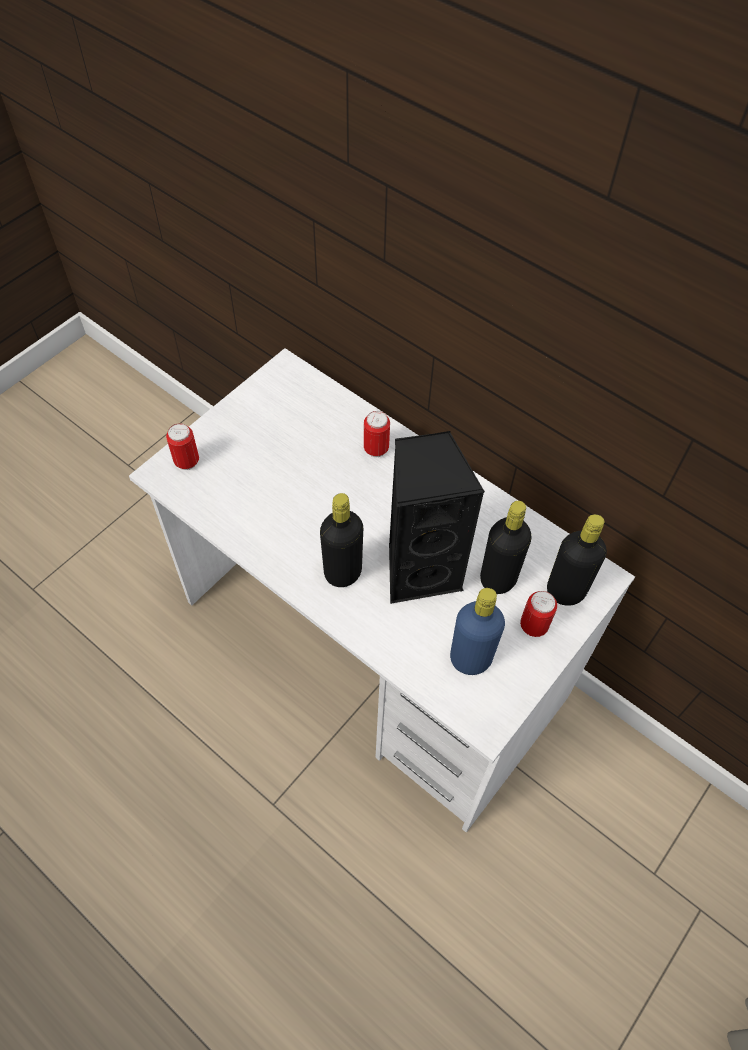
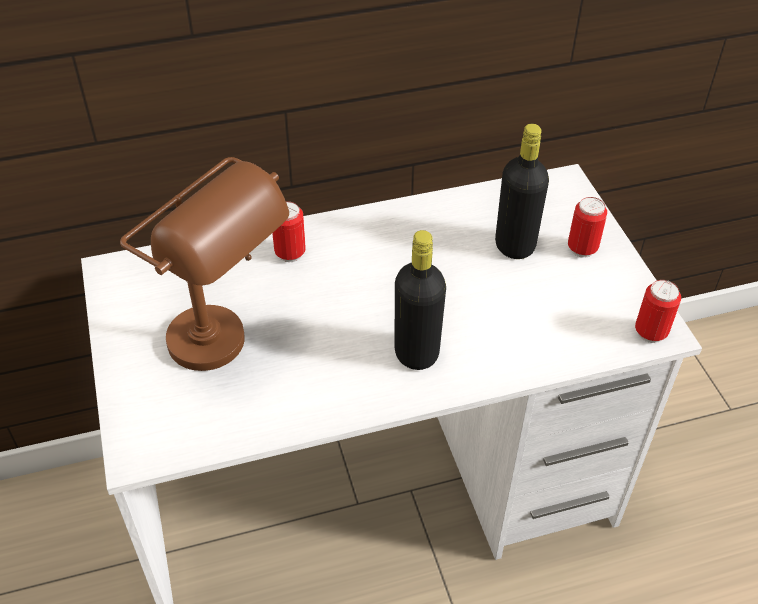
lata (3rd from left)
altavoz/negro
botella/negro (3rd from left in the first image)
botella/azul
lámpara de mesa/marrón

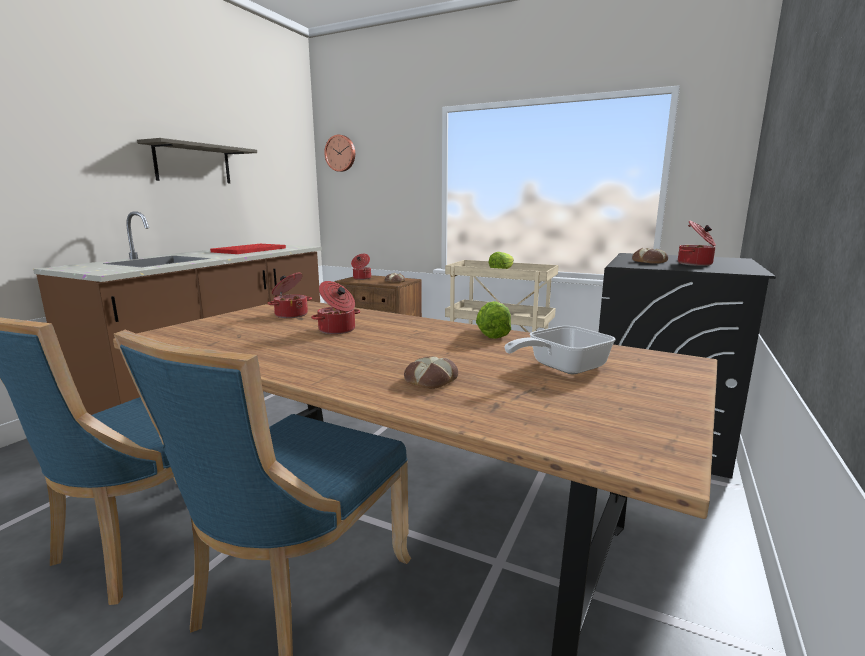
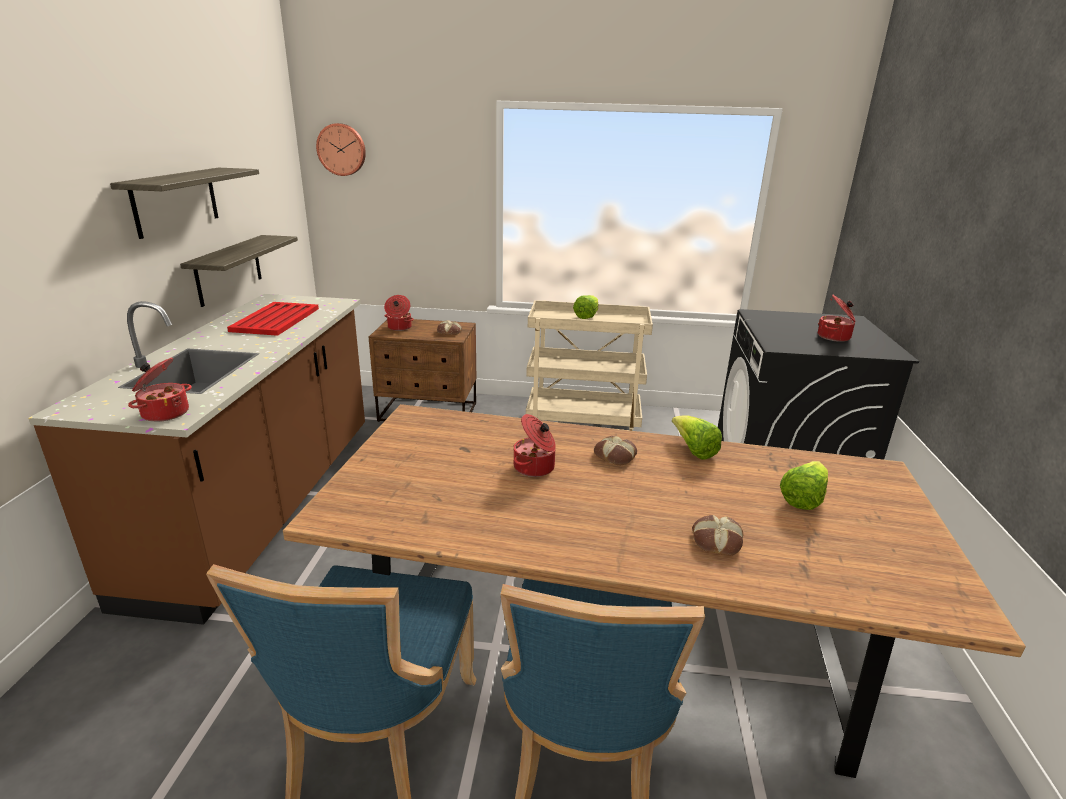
pan (2nd from left)
olla (1st from left)
lechuga (3rd from left)
estante (2nd from left)

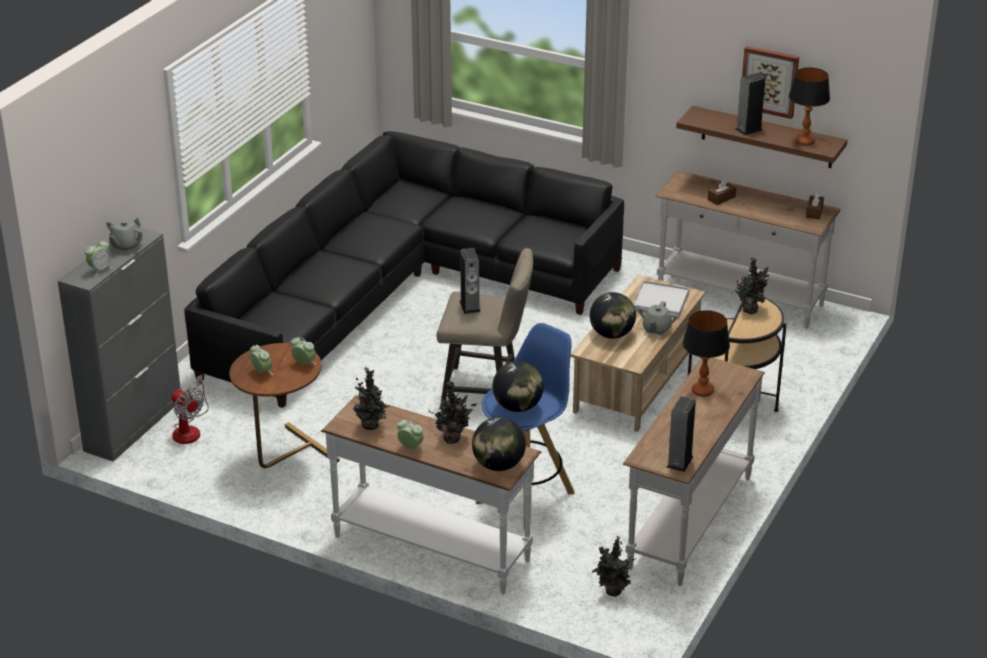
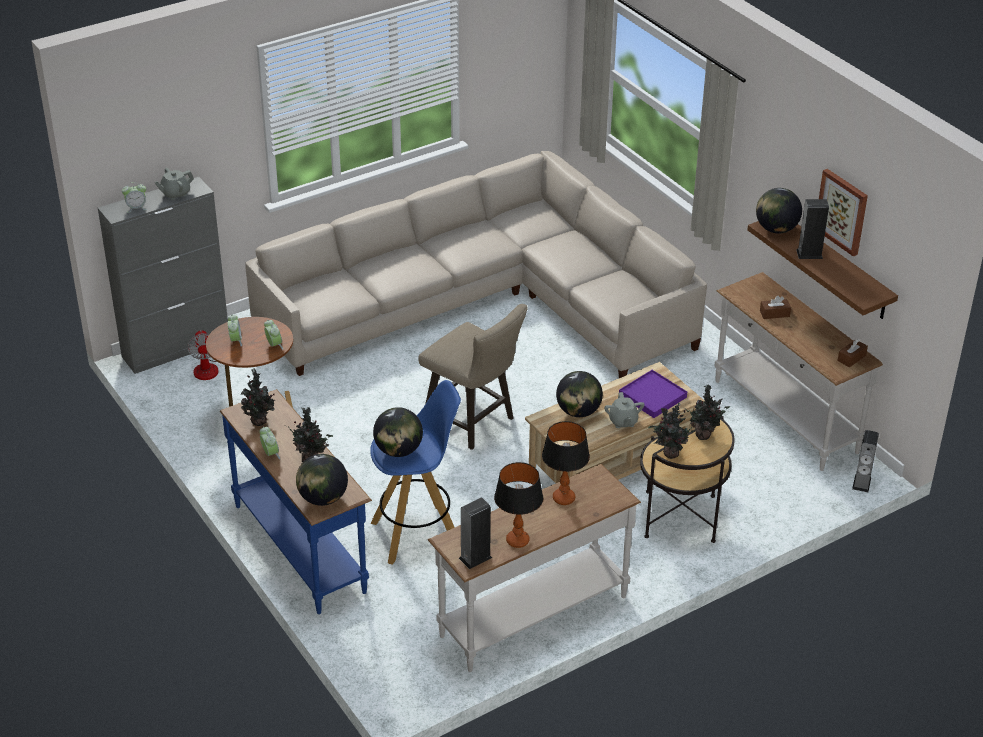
lámpara de mesa (1st from left)
sofá/beis
altavoz (3rd from left)
bandeja/morado
tetera/gris (2nd from left)
mesa consola/azul
planta en maceta (3rd from left)
globo terráqueo (4th from left)

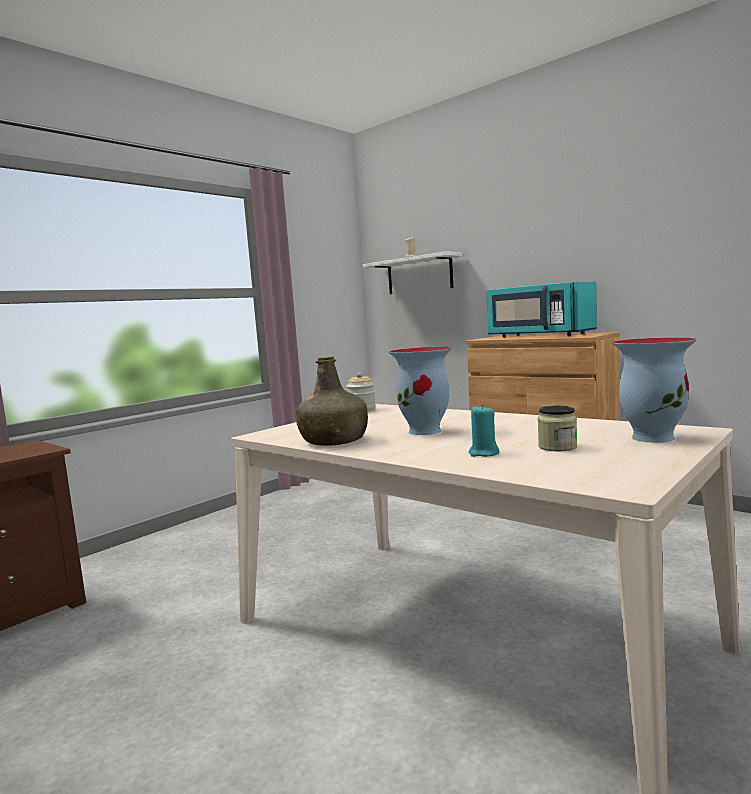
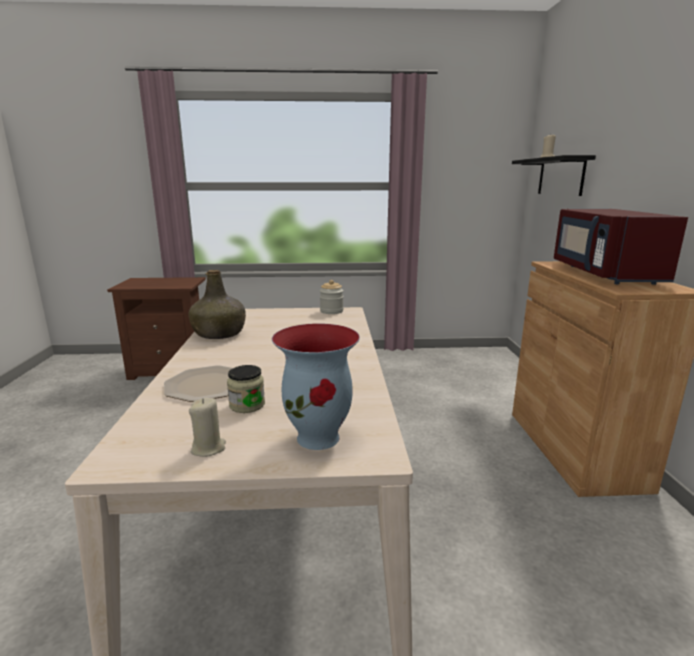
estante/negro
microondas/rojo
florero (1st from left in the first image)
plato
vela/beis (1st from left)

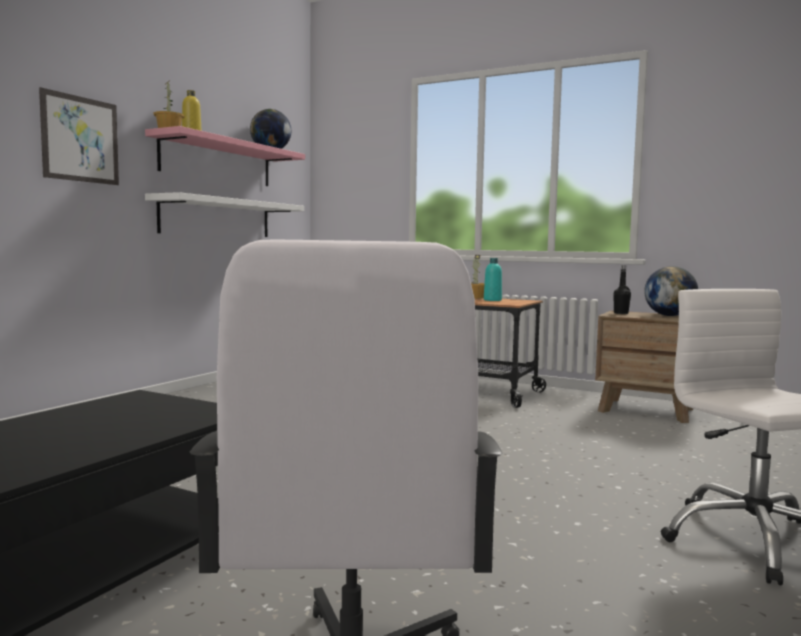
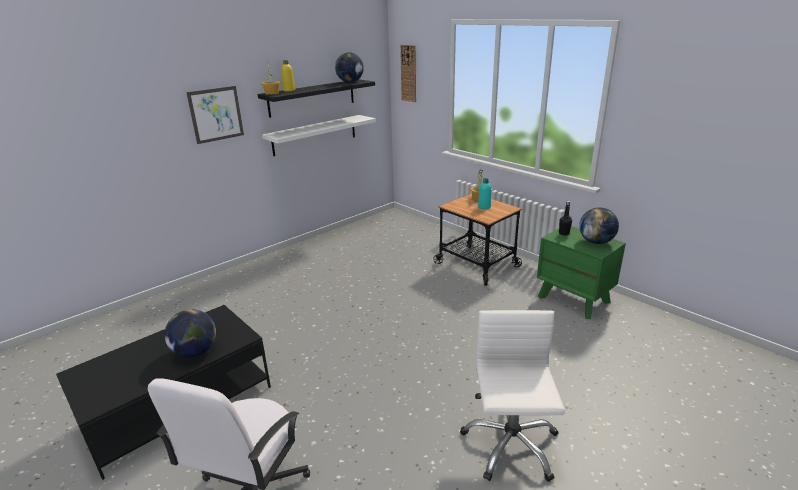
estante/negro
mesita de noche/verde
reloj de pared
globo terráqueo (1st from left)

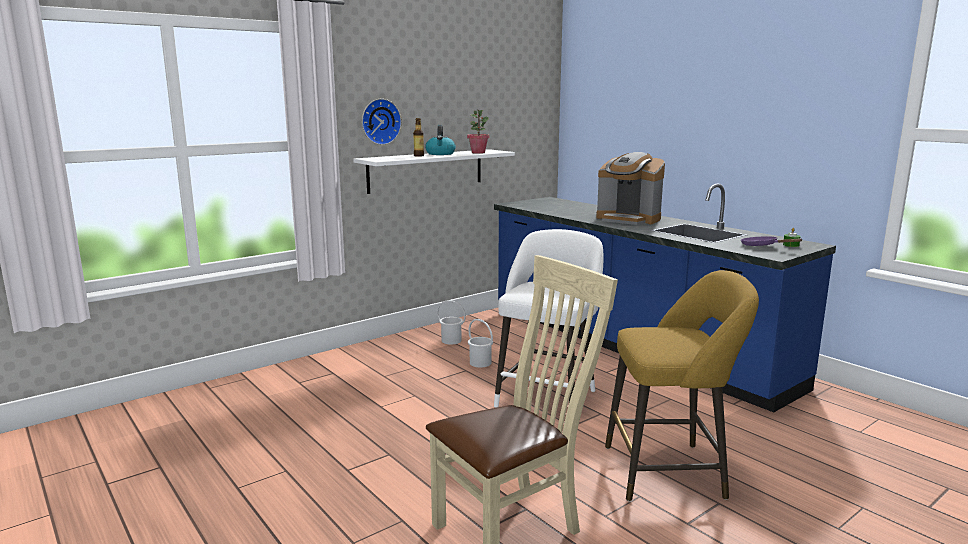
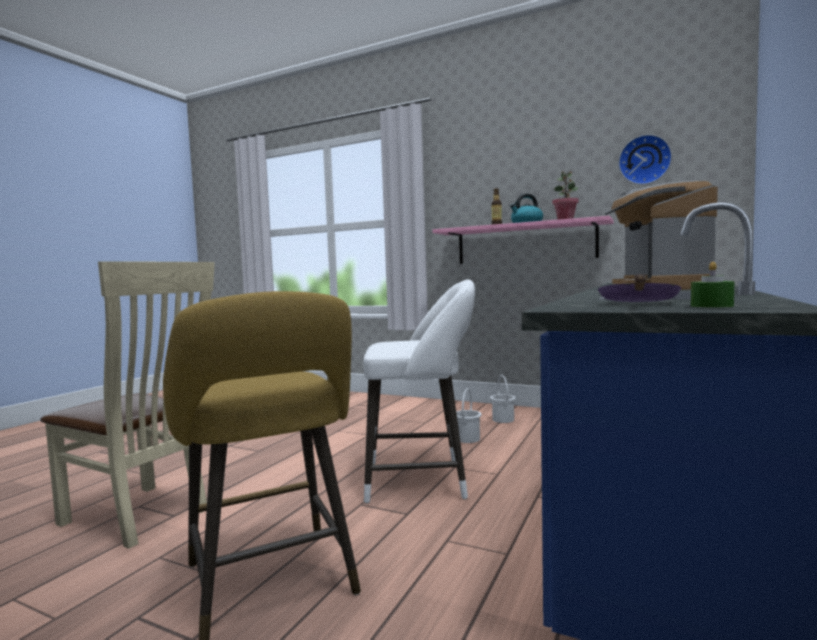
reloj de pared
estante/rosa

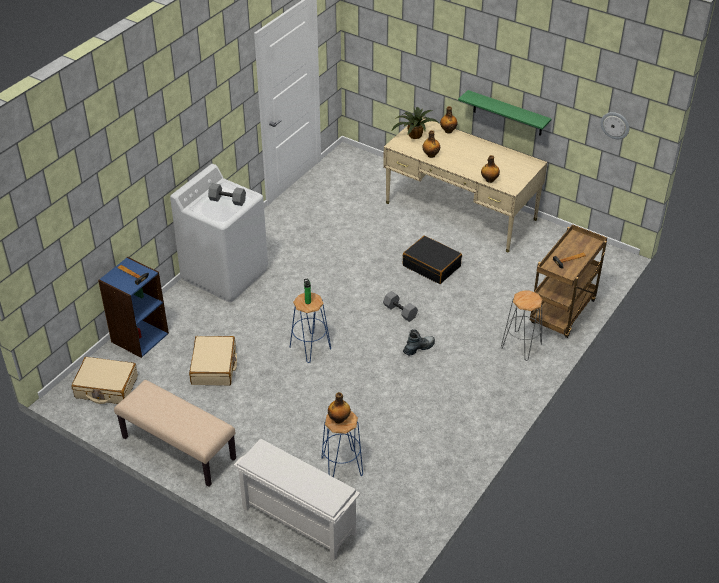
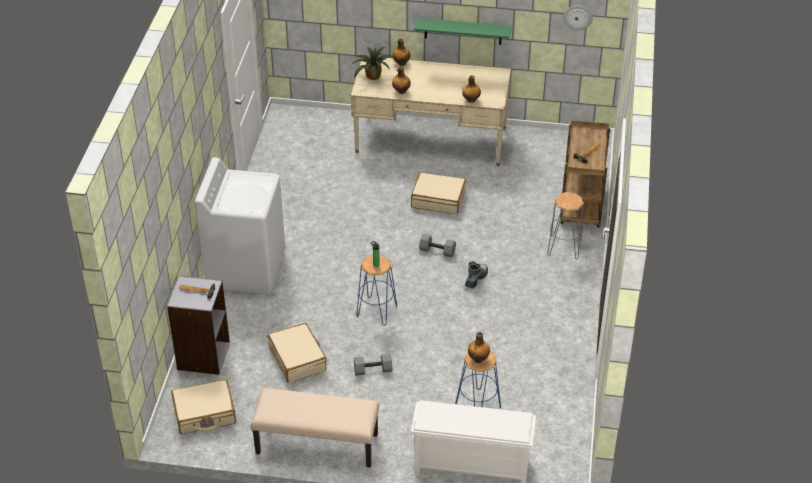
mancuerna/gris (1st from left)
maleta/beis (3rd from left)
estantería/gris

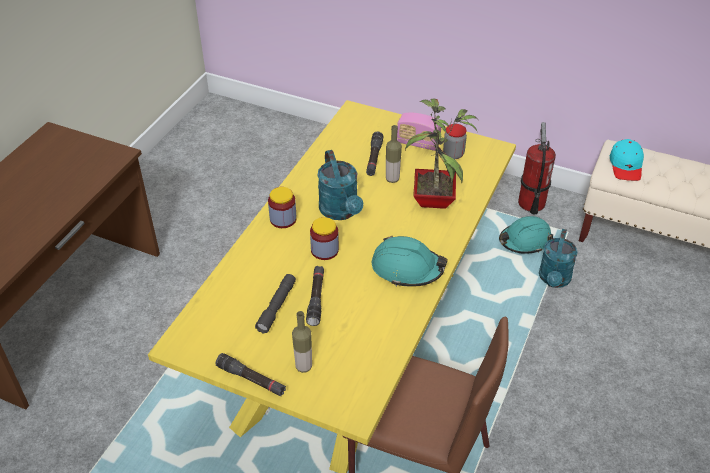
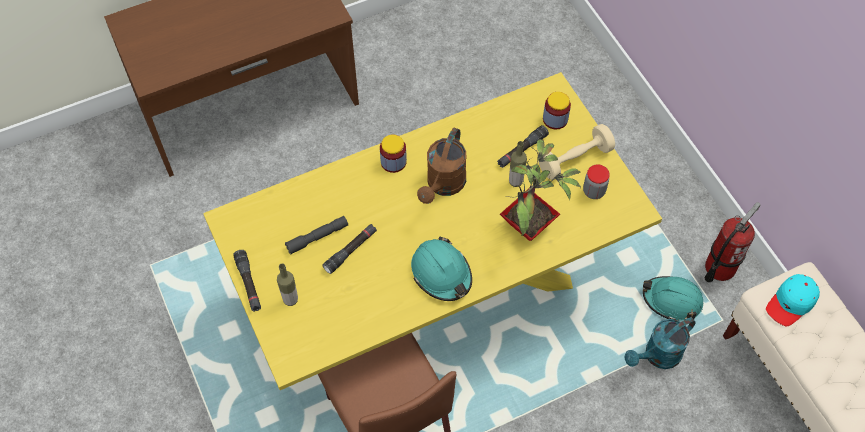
mancuerna/beis
regadera/marrón
tarro (2nd from left)

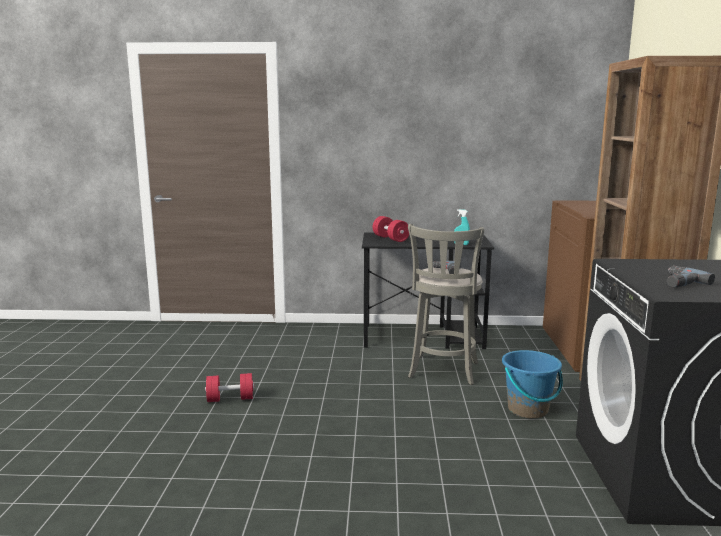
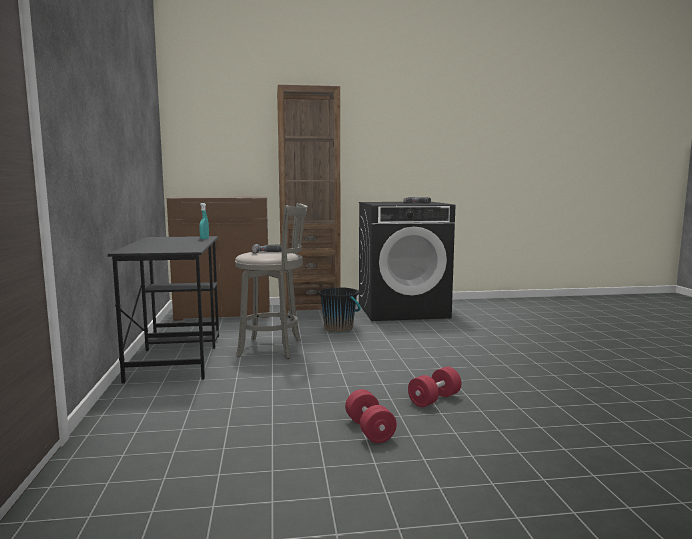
mancuerna/rojo (2nd from left)
cubo/negro

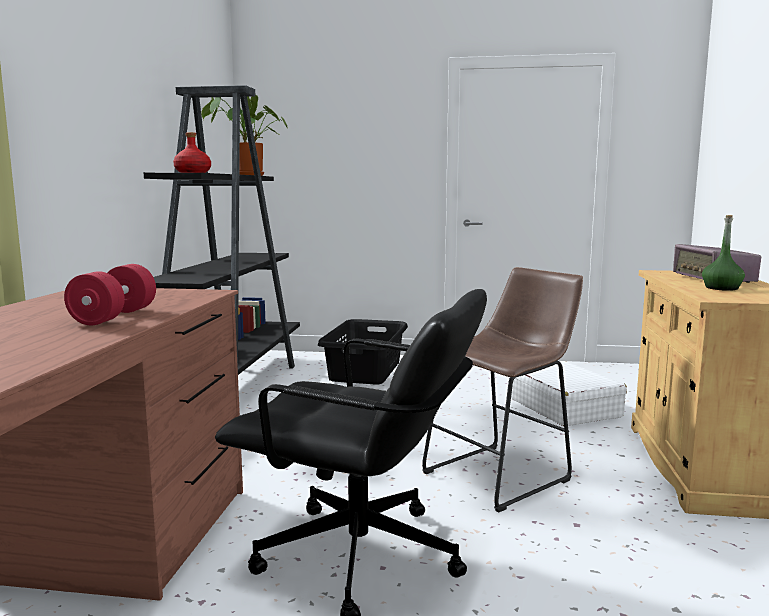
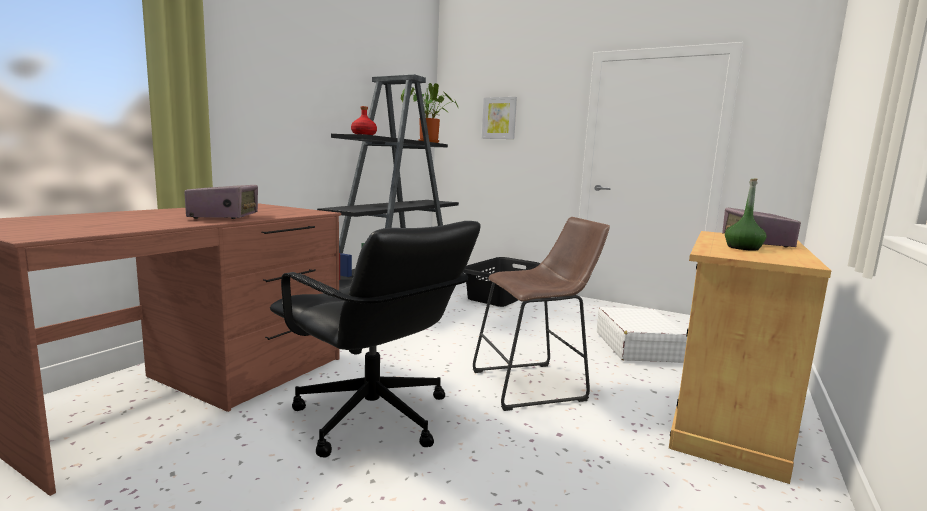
radio (1st from left)
cuadro

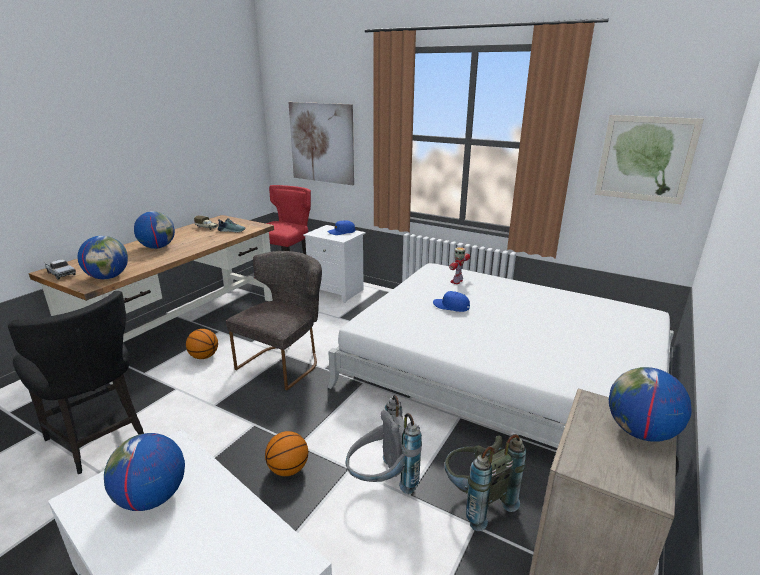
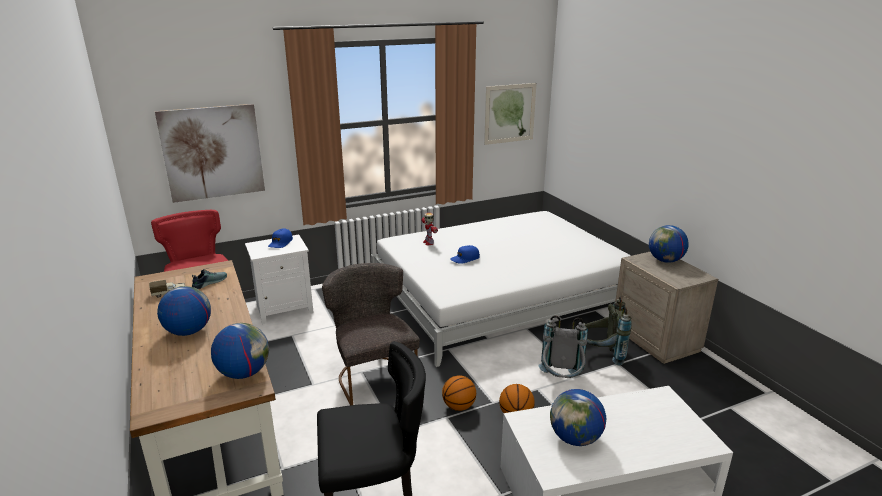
camión de juguete (1st from left in the first image)
balón de baloncesto (1st from left)

